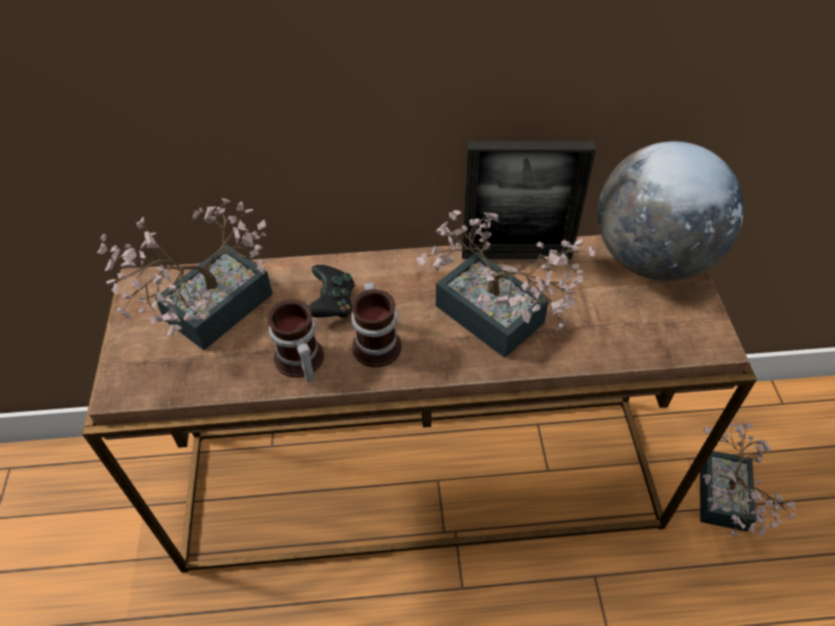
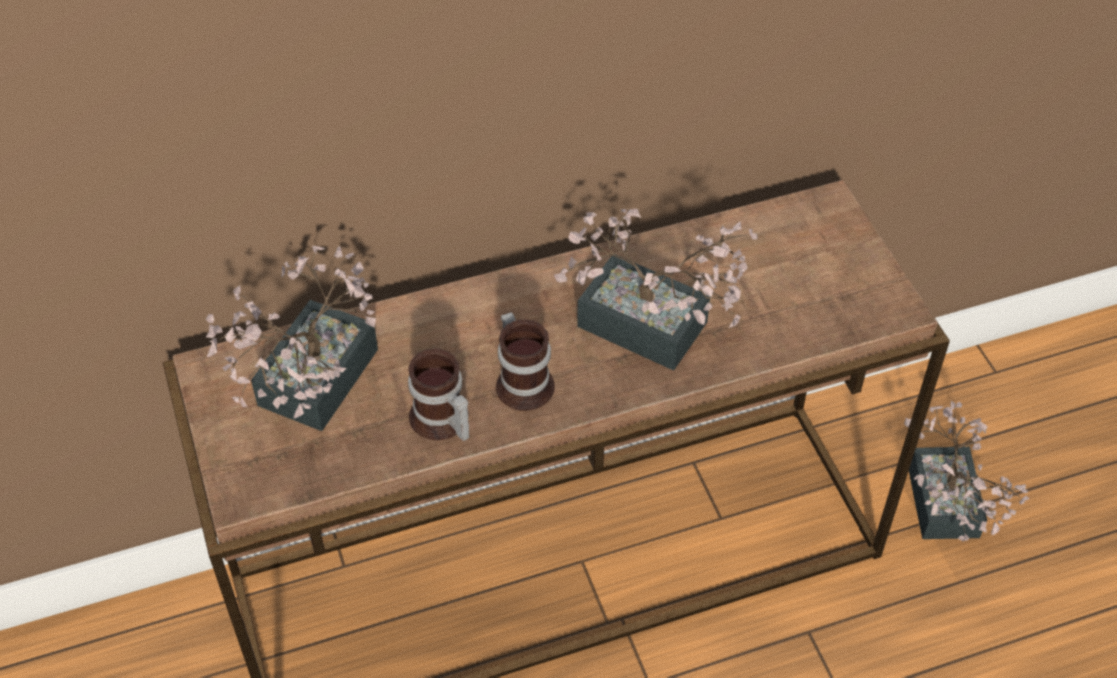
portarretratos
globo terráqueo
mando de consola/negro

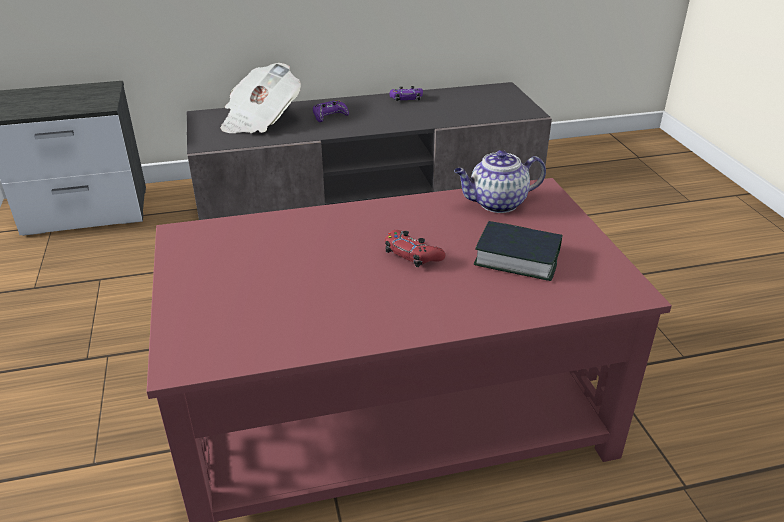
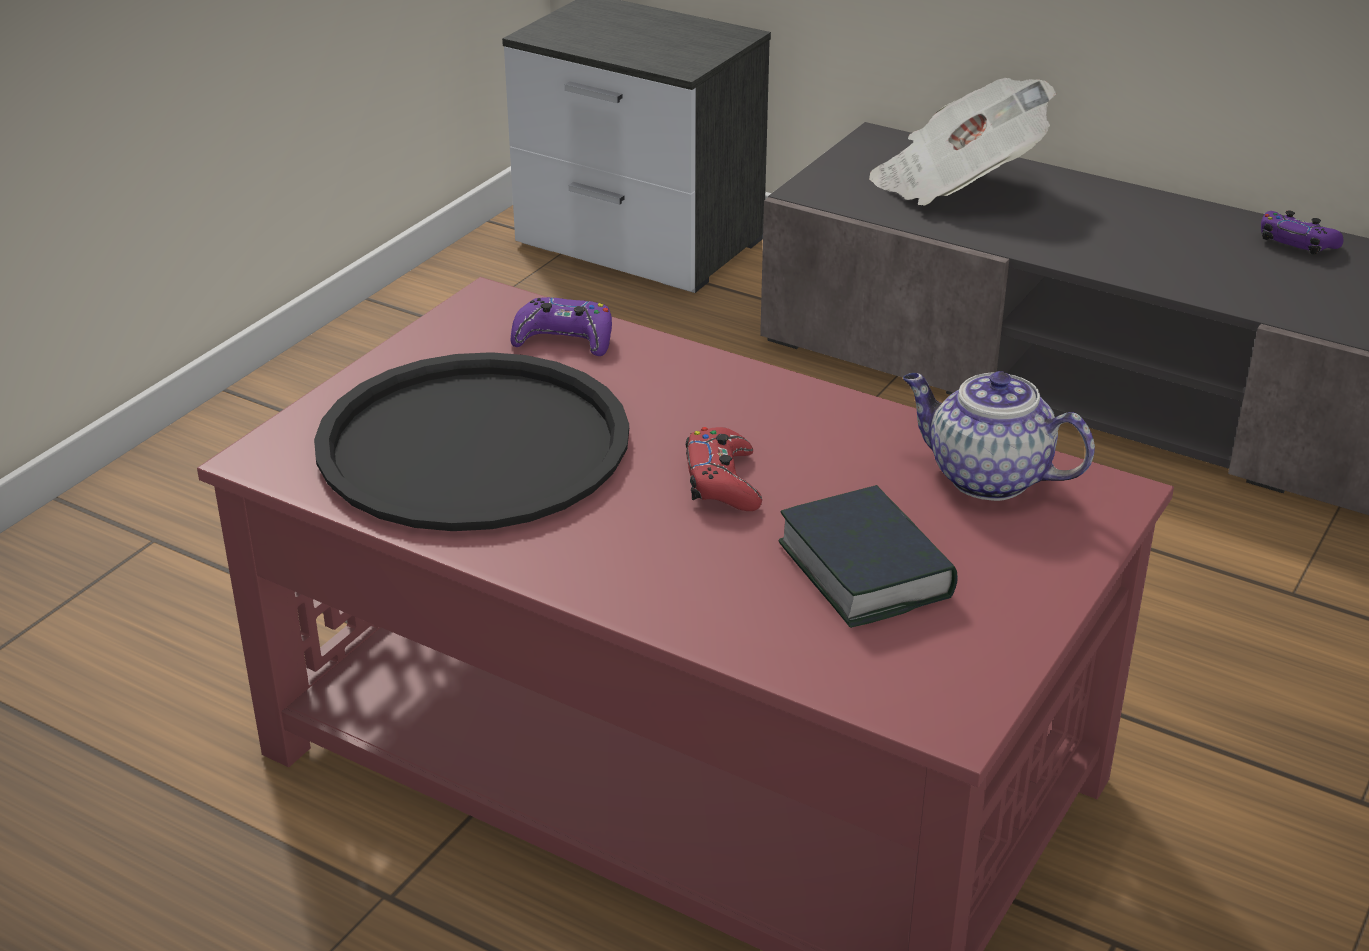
mando de consola/morado (1st from left)
bandeja/negro

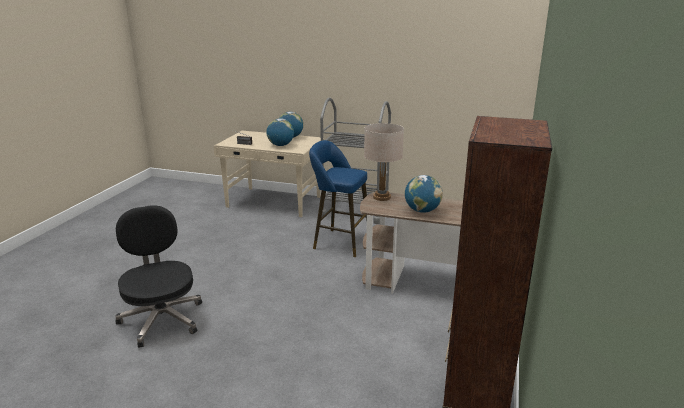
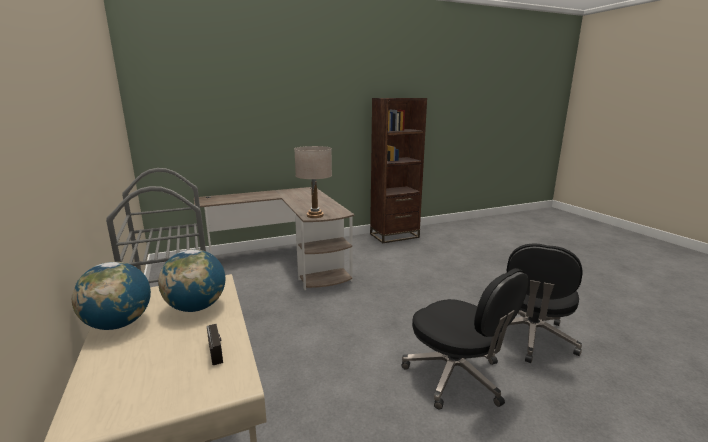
taburete/azul
globo terráqueo (3rd from left in the first image)
silla de oficina/negro (1st from left)

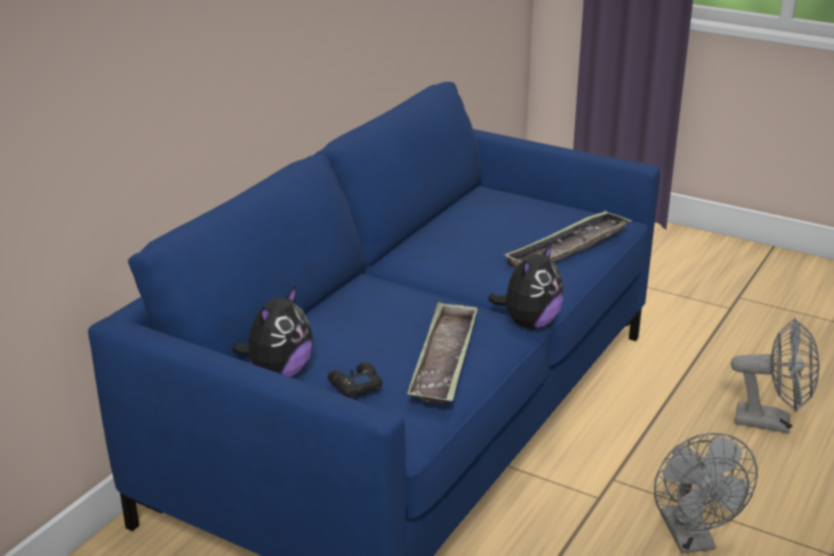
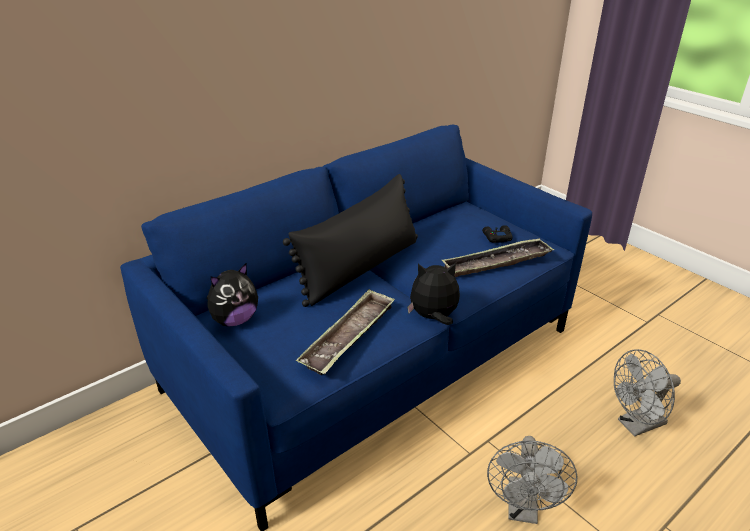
peluche (2nd from left)
ventilador/gris (2nd from left)
mando de consola/negro
cojín/negro

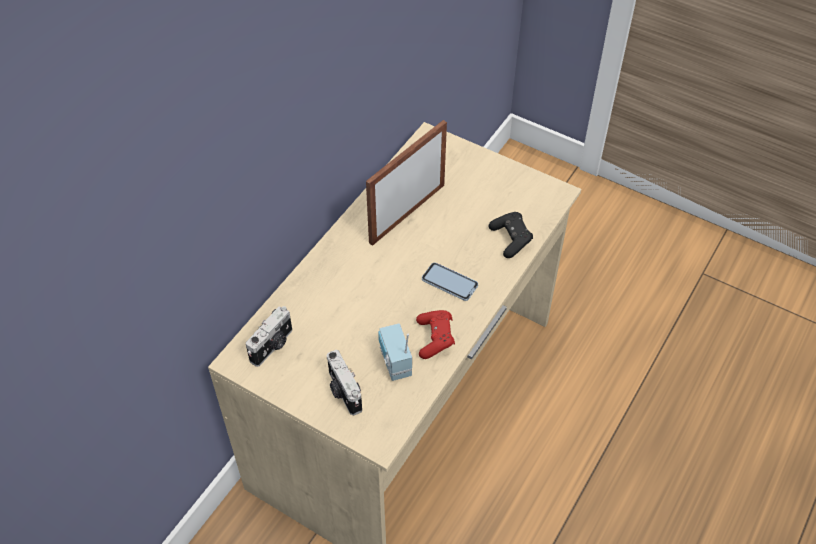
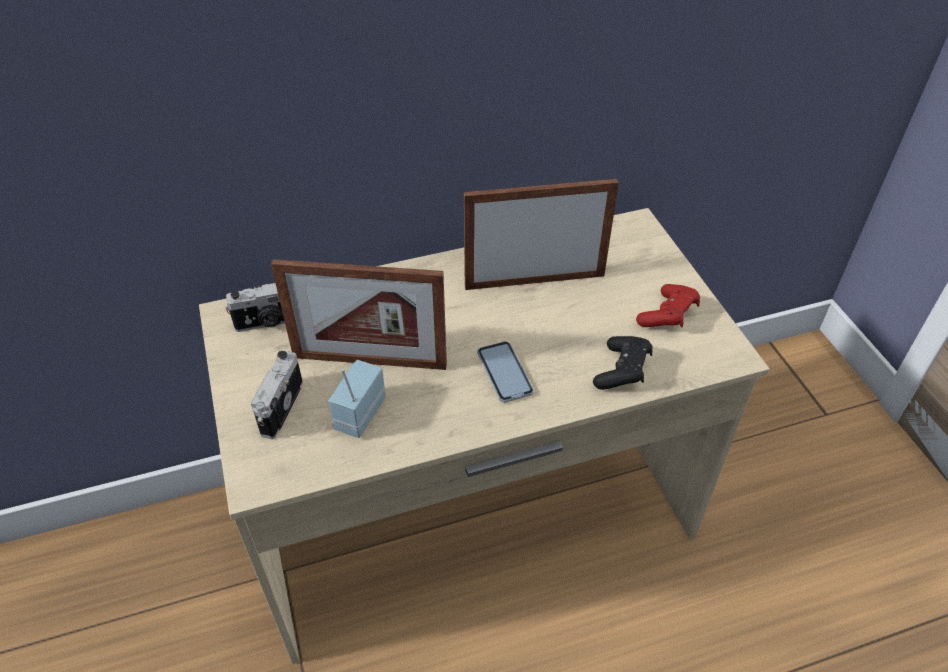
mando de consola/rojo
portarretratos (1st from left)

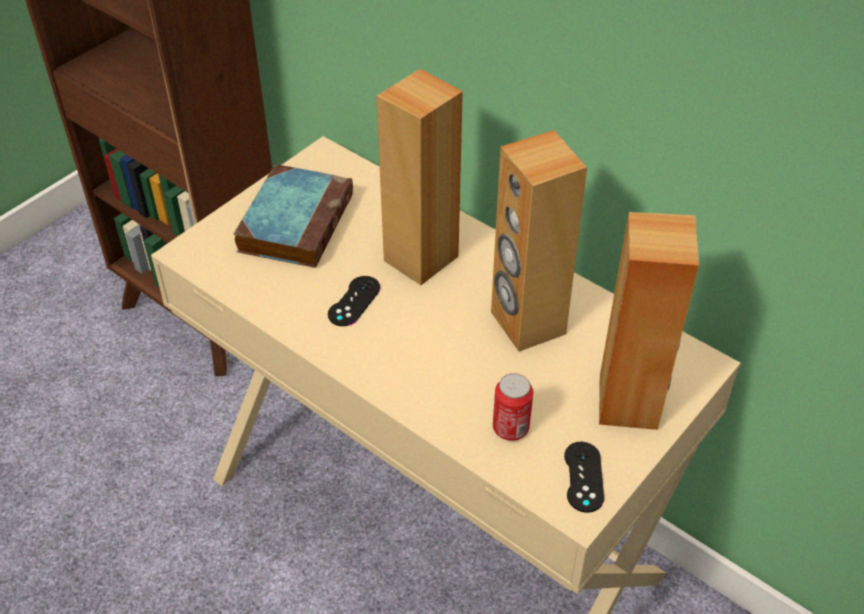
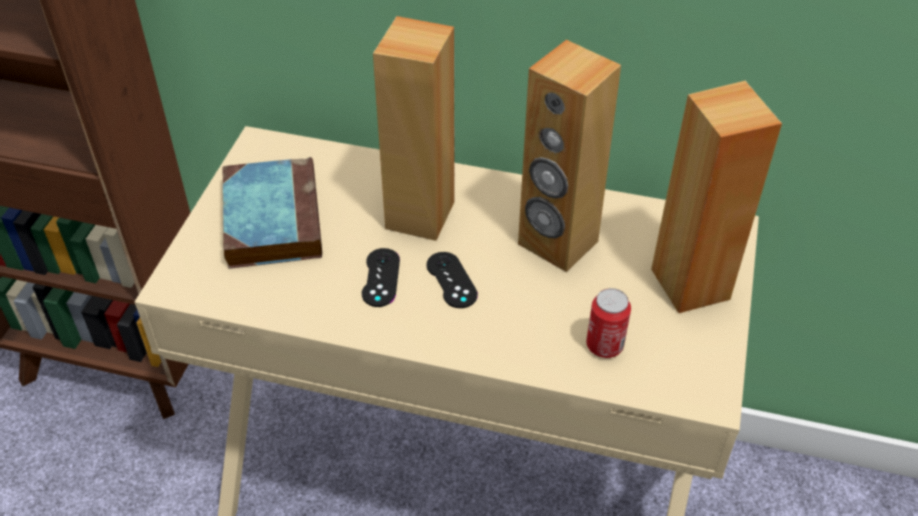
mando de consola/negro (2nd from left)

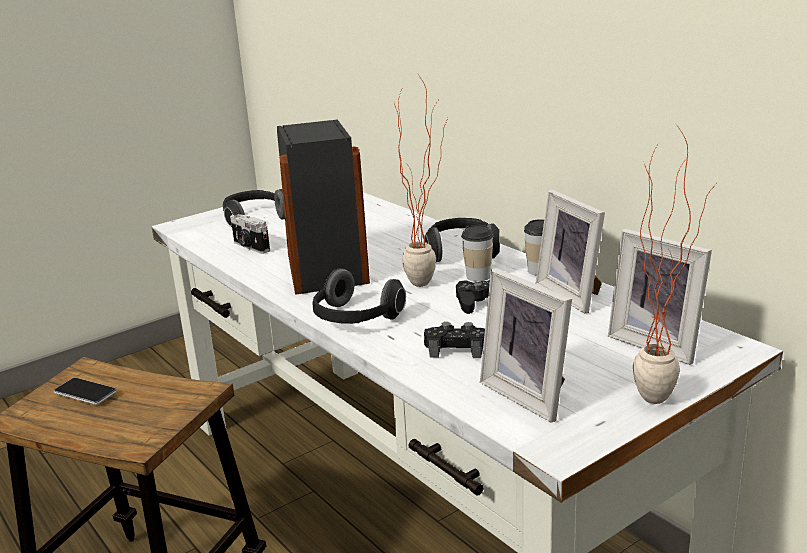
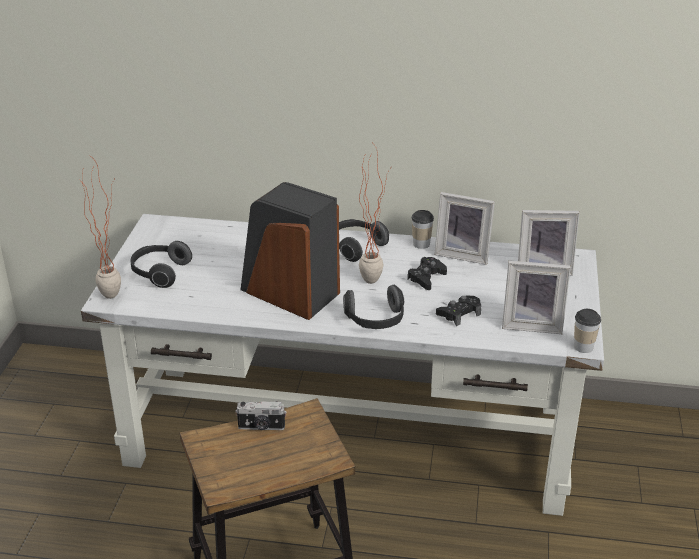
planta en maceta (1st from left)
cámara
taza (2nd from left)
móvil

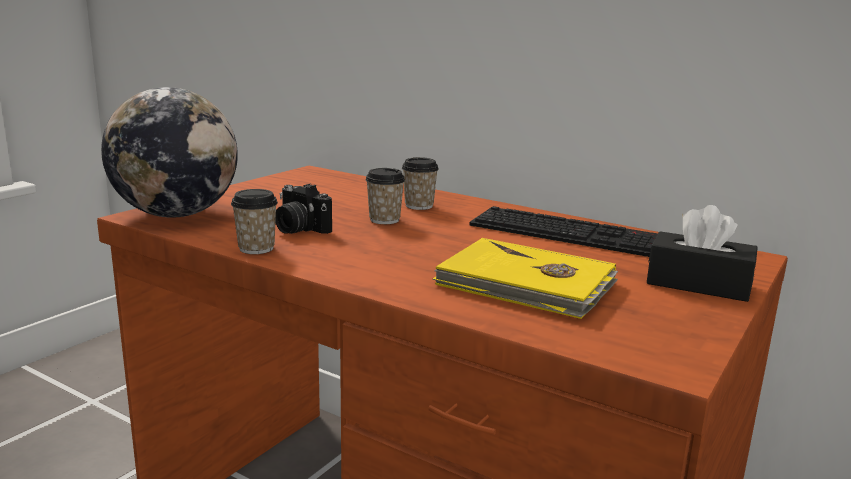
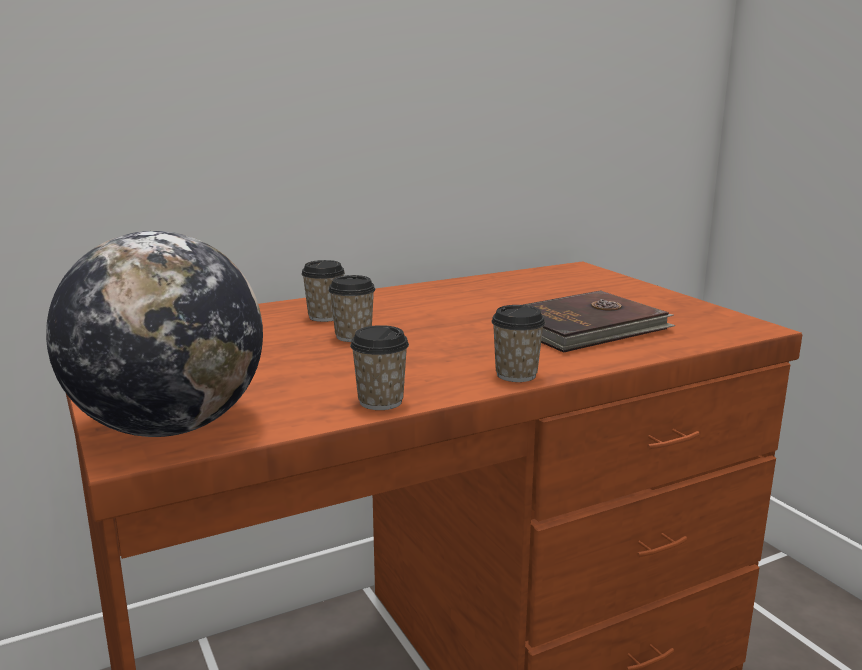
cámara
caja de pañuelos/negro
teclado
libro/marrón
taza (4th from left)

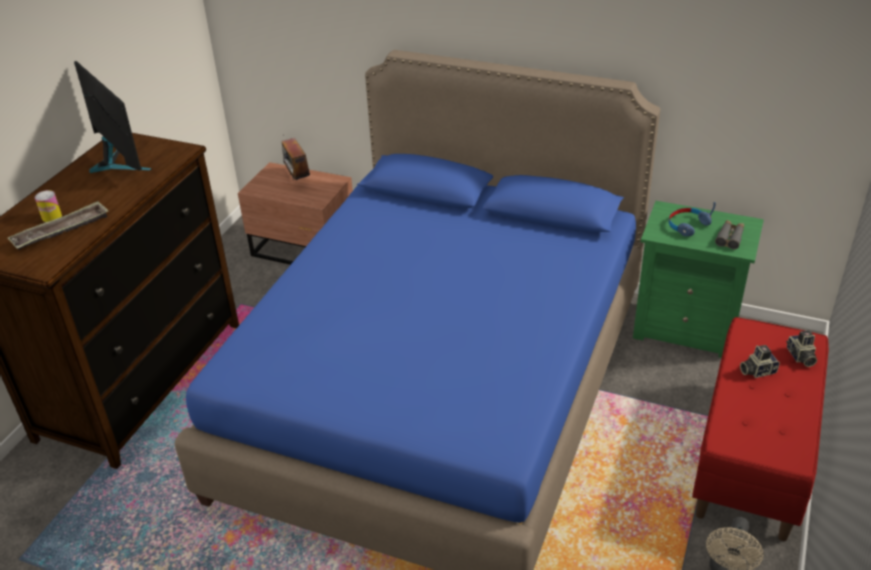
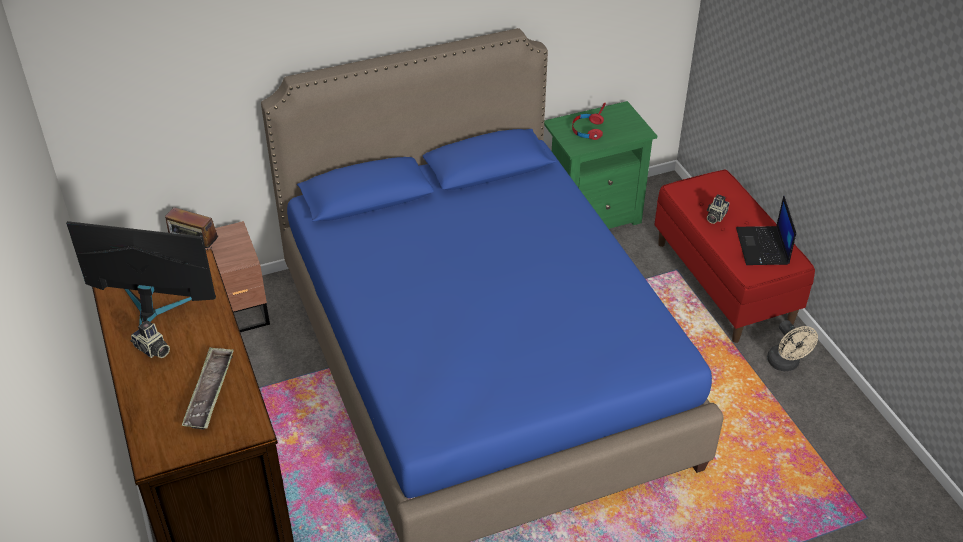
lata
auriculares/rojo
prismáticos/gris
cámara (1st from left)
portátil

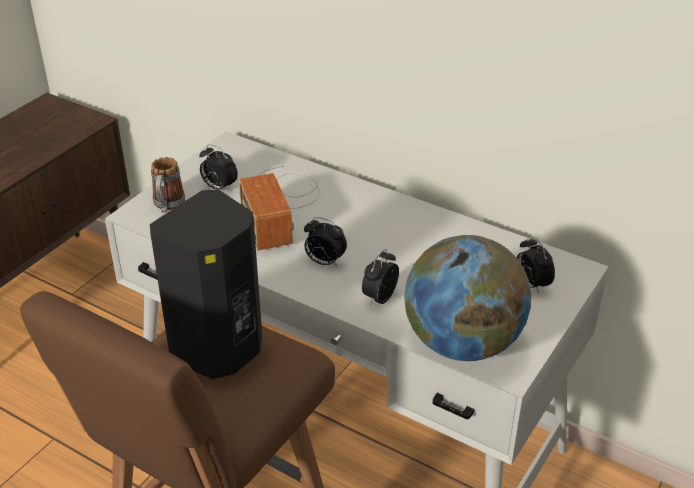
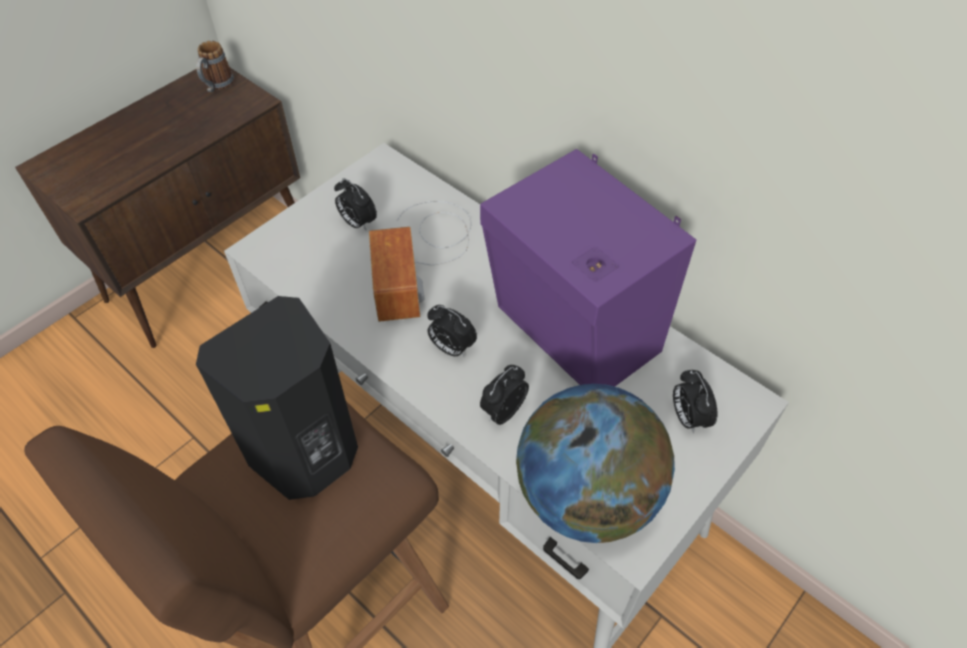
taza grande
altavoz/morado

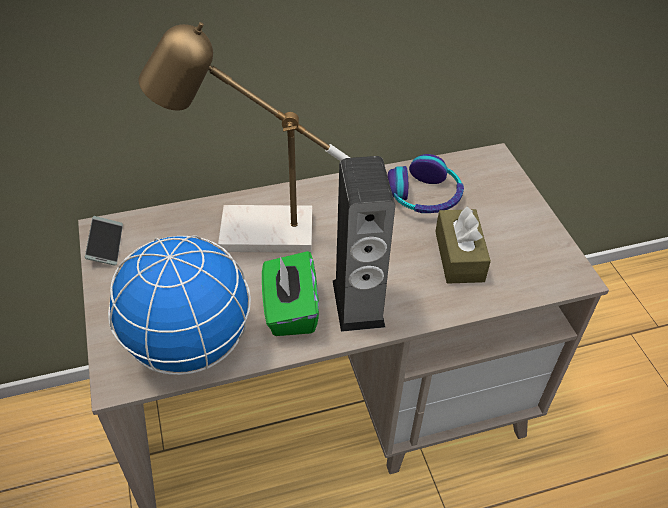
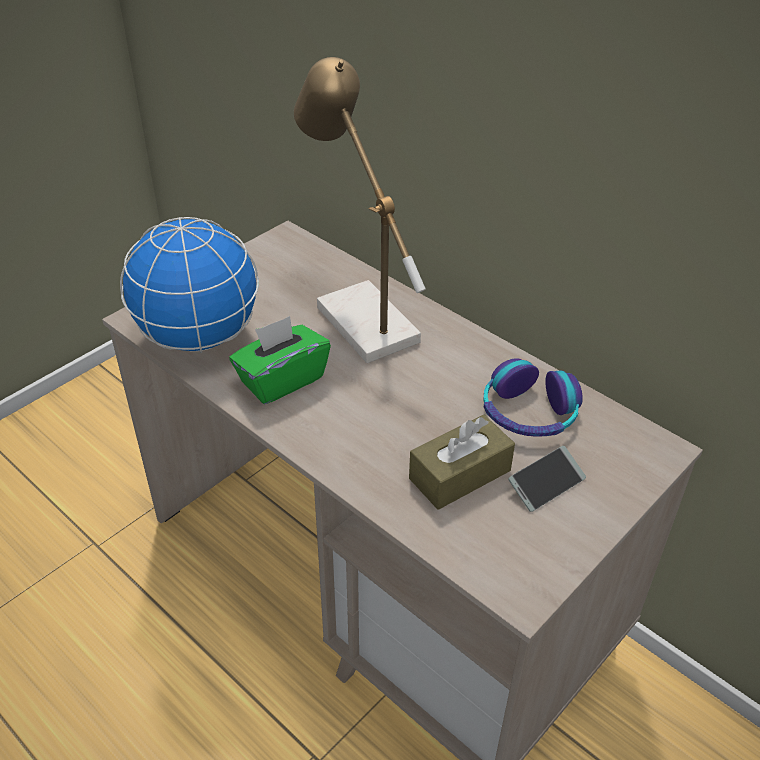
altavoz
móvil

